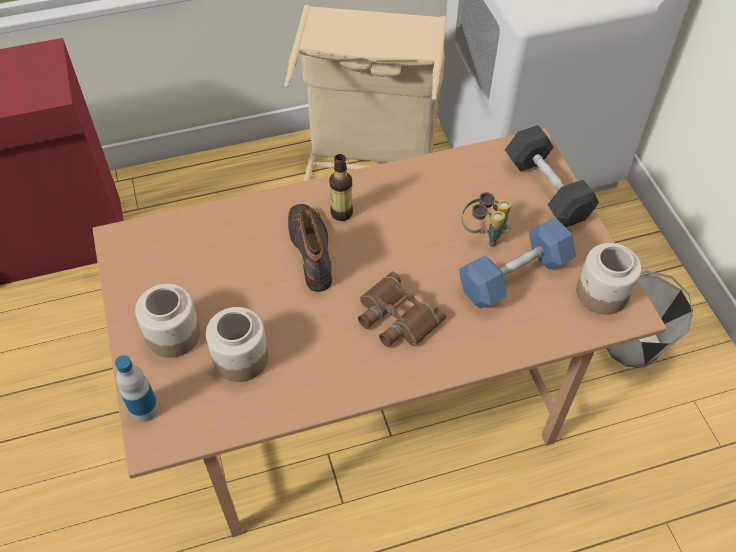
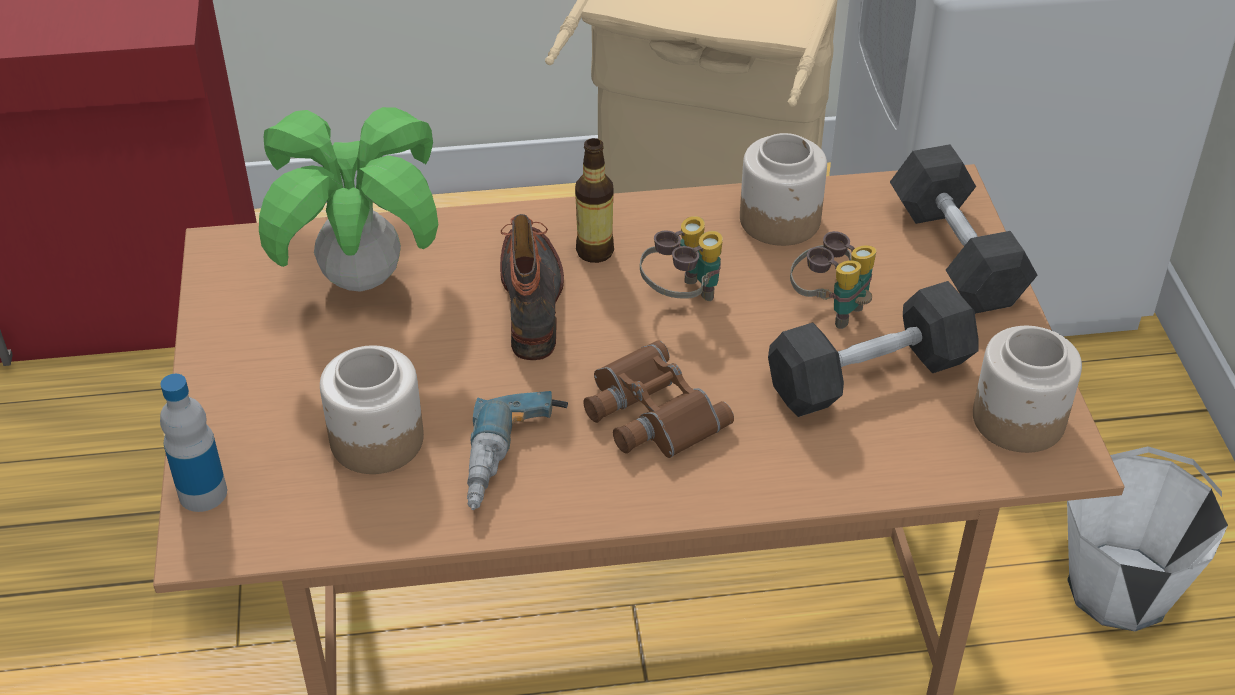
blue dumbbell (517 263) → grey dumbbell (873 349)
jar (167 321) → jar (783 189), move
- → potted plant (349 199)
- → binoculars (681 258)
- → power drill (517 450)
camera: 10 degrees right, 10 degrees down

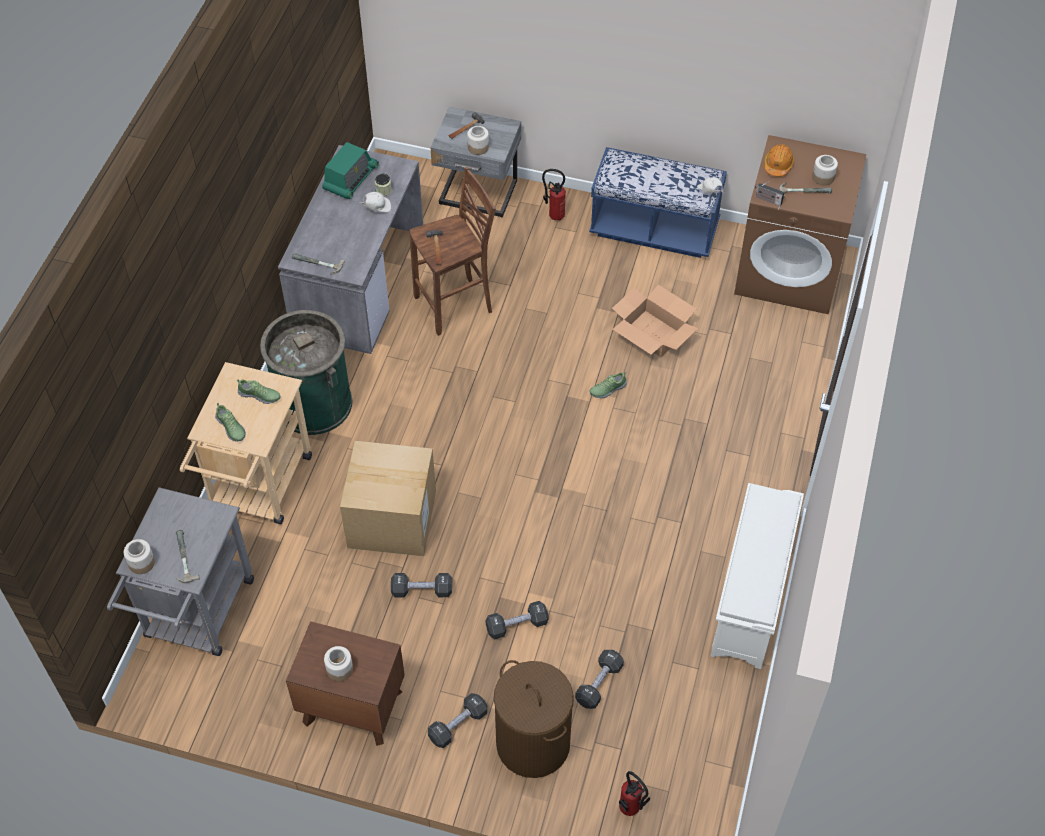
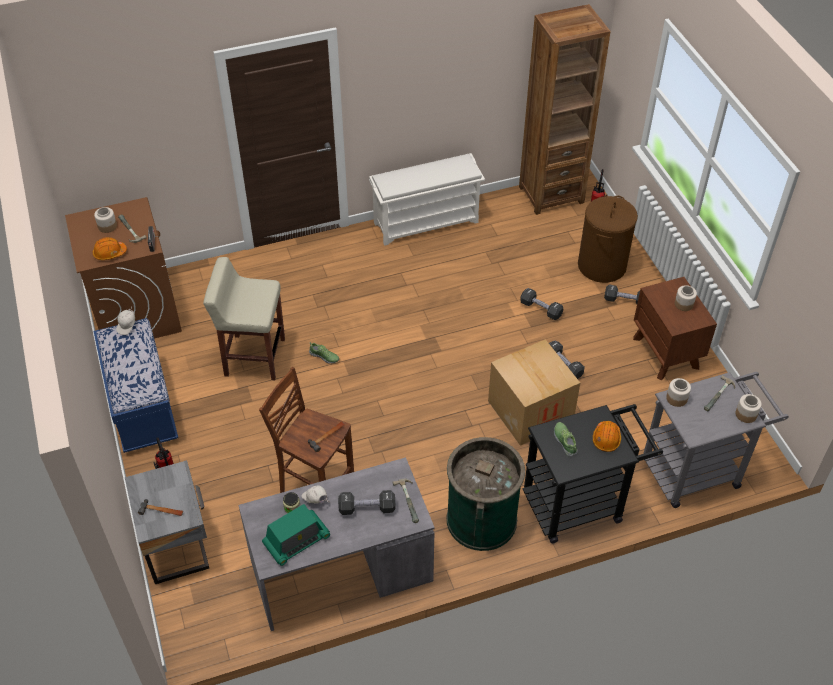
jar (478 140) → jar (678 392), move
radio (350 170) → radio (296 535), 150 degrees clockwise
cardboard box (655 321) → beige stool (244 318)
beige cart (246 443) → black cart (593 474)
shoe (230 422) → orange hard hat (607 436)
black dumbbell (599 679) → black dumbbell (367 502), move
- → brown bookcase (565 109)
camera: 125 degrees left, 5 degrees down

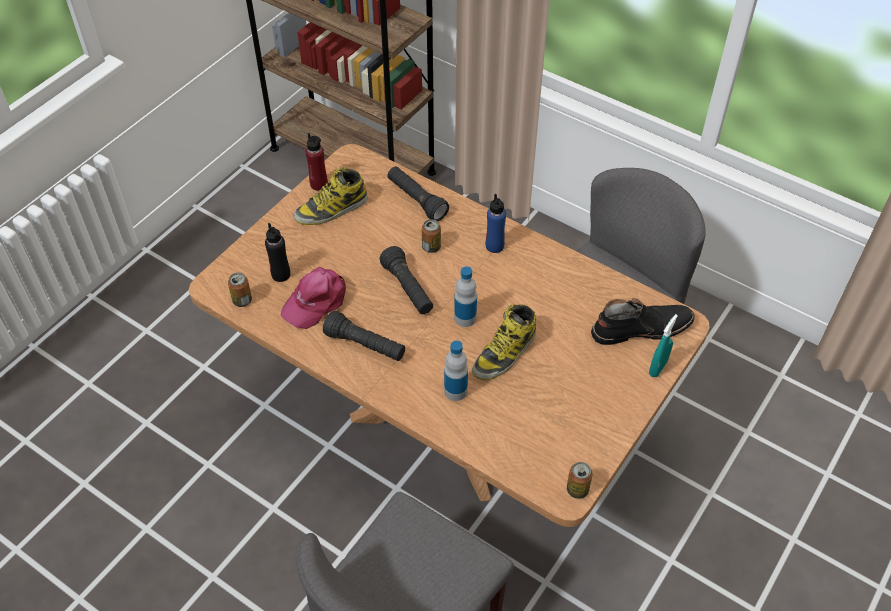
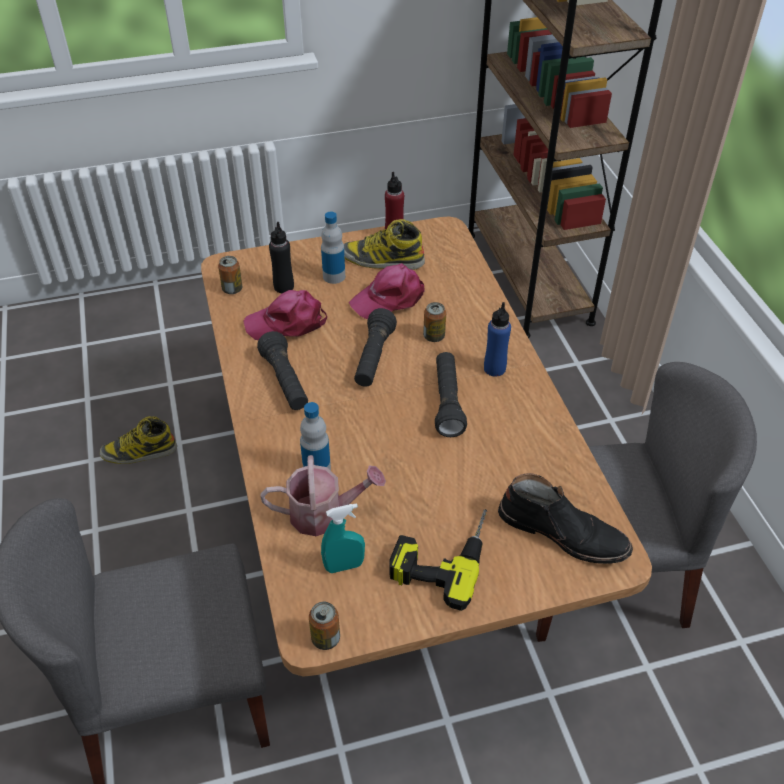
black flashlight (418 193) → black flashlight (451 394), move
bottle (465 296) → bottle (333 247), move
boot (504 342) → boot (138 440), move
turquoise spray bottle (663 345) → turquoise spray bottle (343 538), move
- → pink cap (387 291)
- → watering can (323 495)
- → power drill (438 560)
camera: 40 degrees right, 5 degrees down

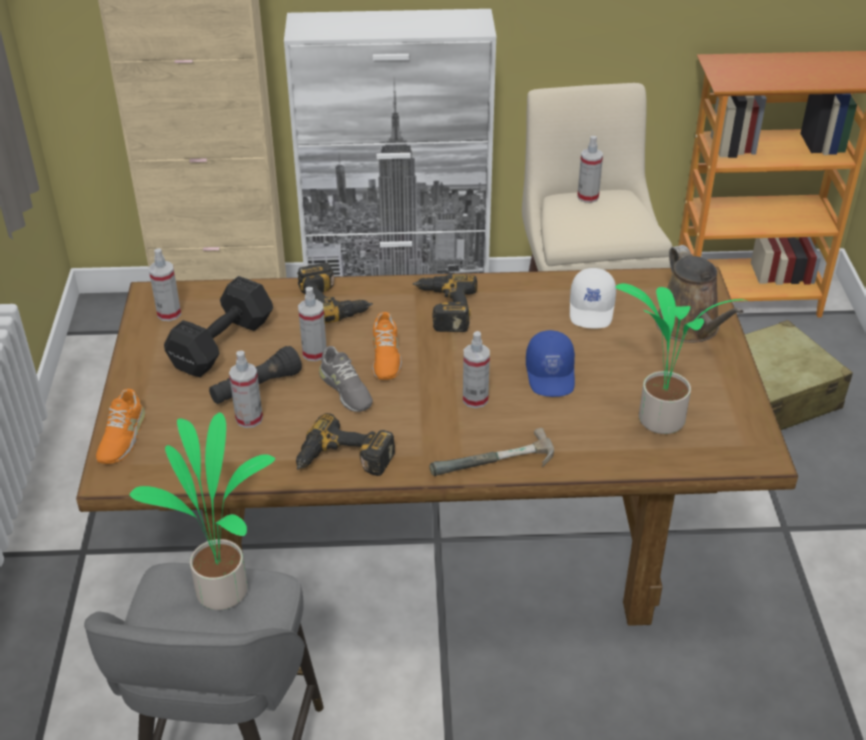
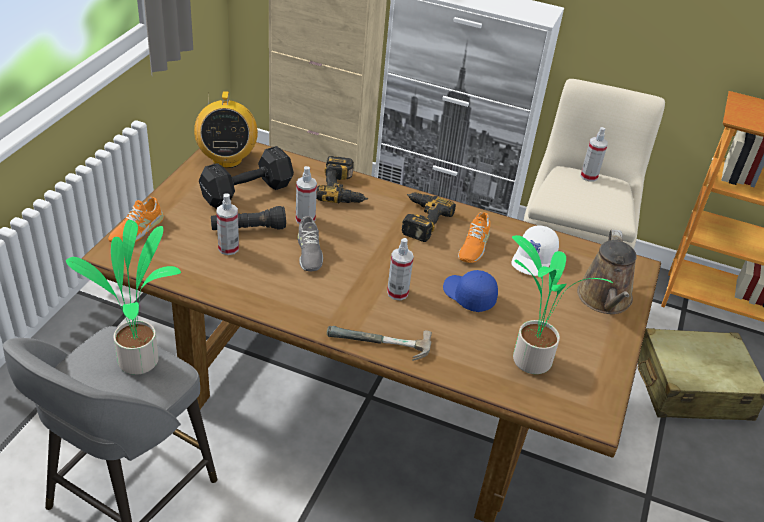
spray bottle (165 284) → radio (226 130)
orange shoe (387 346) → orange shoe (474 237), move
blue cap (550 363) → blue cap (470 291), 120 degrees clockwise
power drill (345 444) → -
camera: 20 degrees right, 0 degrees up

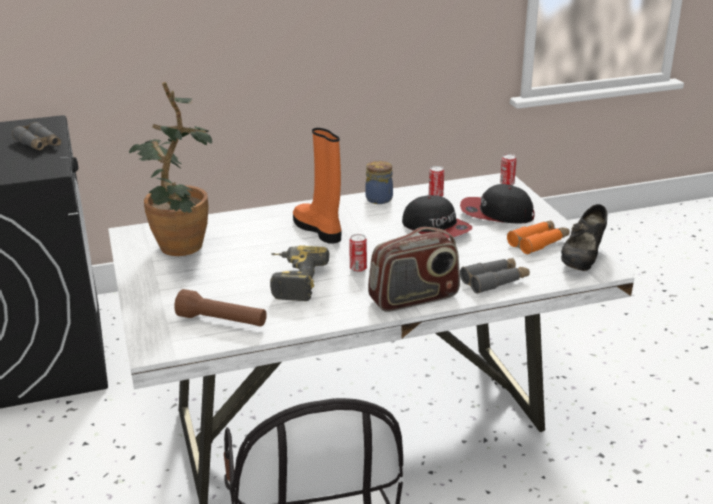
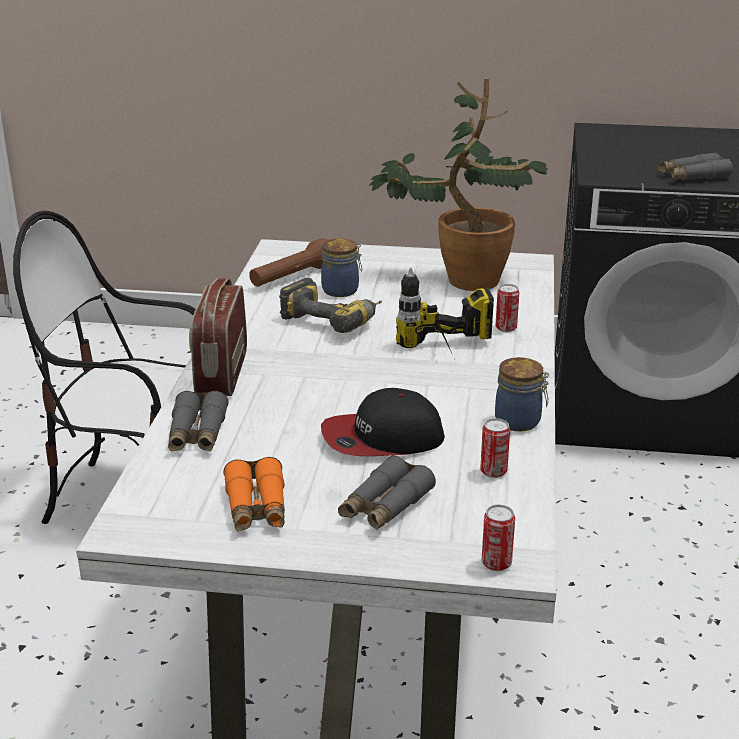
orange boot (317 186) → power drill (445 310)
cap (497 203) → grey binoculars (387 492)
black shoe (584 237) → -
can (358 253) → can (507 308), move
- → jar (341 267)
camera: 115 degrees right, 0 degrees up

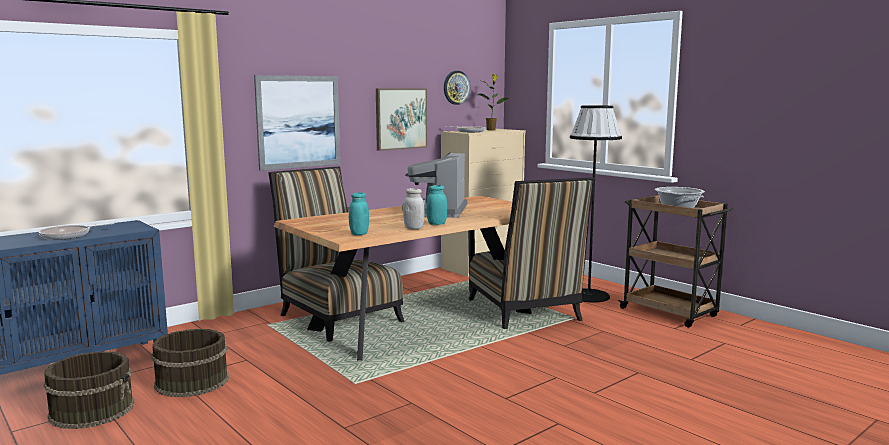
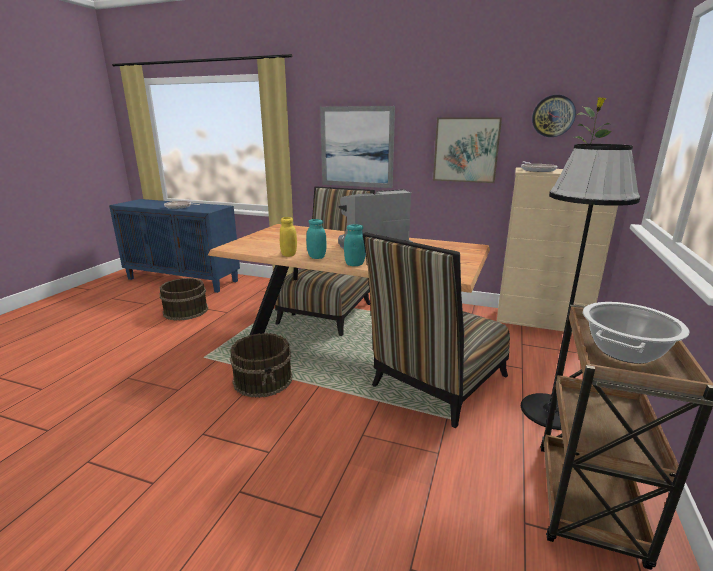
white jar (413 209) → yellow jar (288 237)
turquoise jar (359 213) → turquoise jar (355 245), move
brown bucket (89 390) → brown bucket (261 365), move
camera: 60 degrees right, 10 degrees up

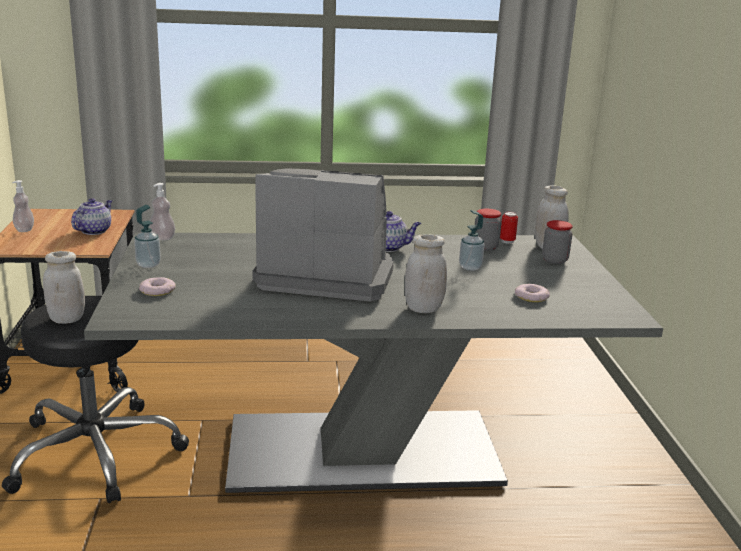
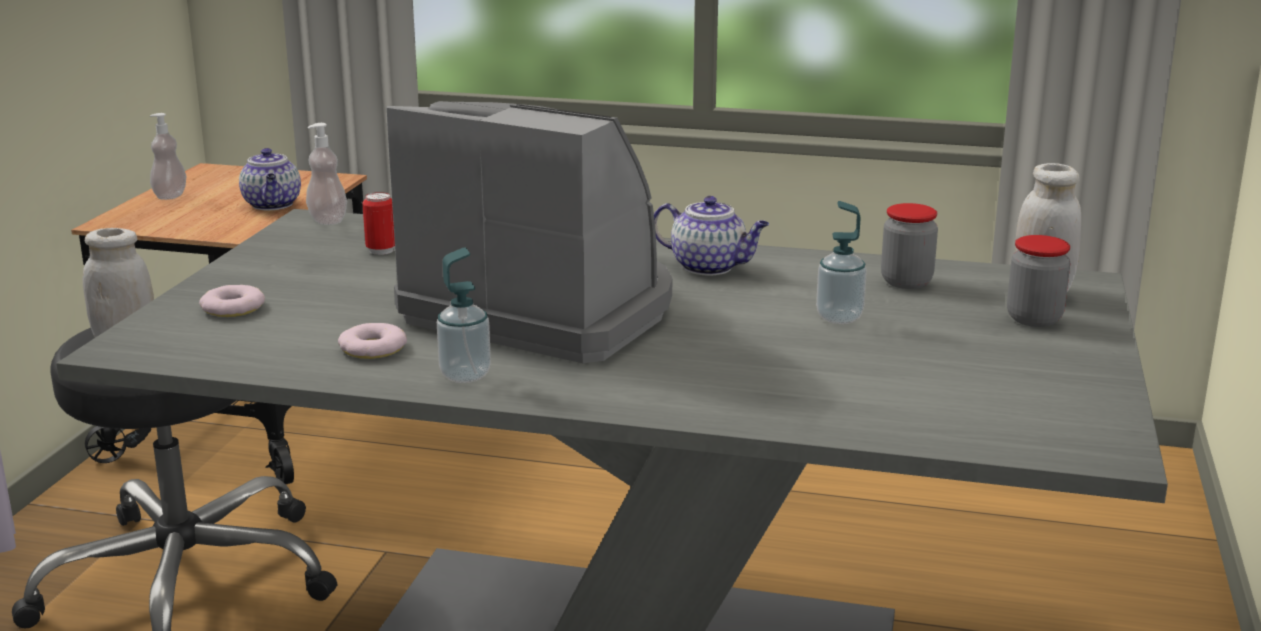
teapot (91 216) → teapot (270 179), 120 degrees clockwise
soap dispenser (147 236) → soap dispenser (464 315), move
can (509 228) → can (378 223), move
white jar (426 273) → -
donut (532 293) → donut (372 341), move
camera: 20 degrees right, 0 degrees up

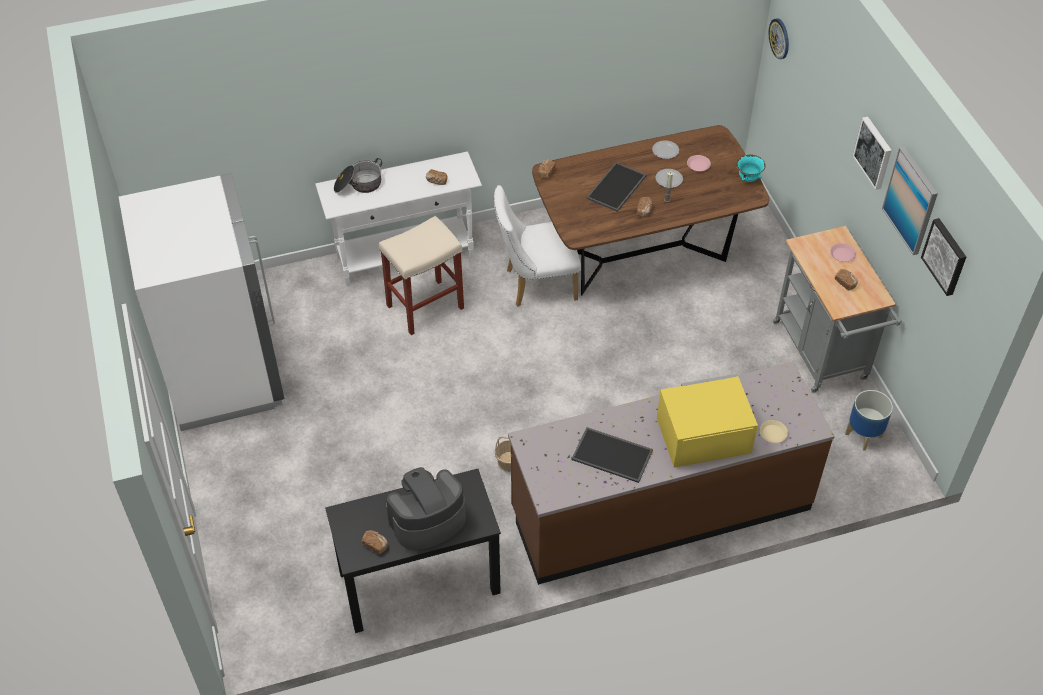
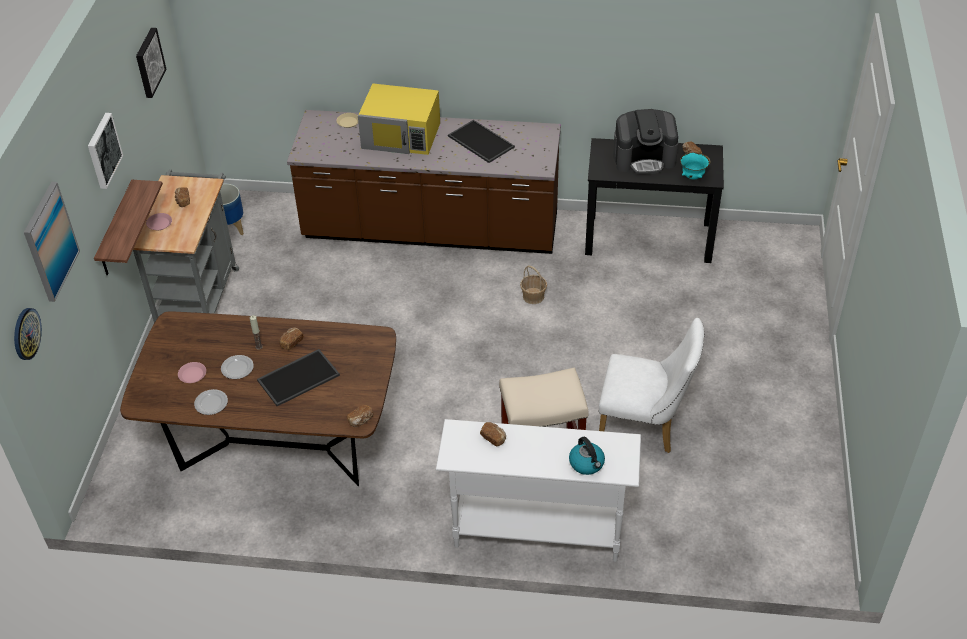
picture (910 201) → picture (52 242), move
turquoise bowl (751 168) → turquoise bowl (695 165), move
cooking pot (358 175) → kettle (587 456)
white fridge (202 302) → -
white chair (537 246) → white chair (651 385), move
- → shelf (128 227)
camera: 155 degrees left, 5 degrees down

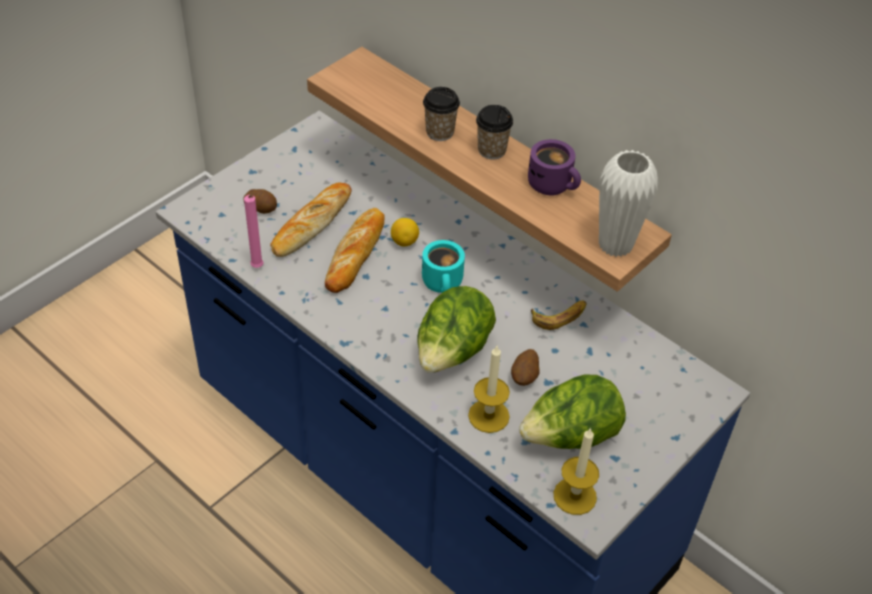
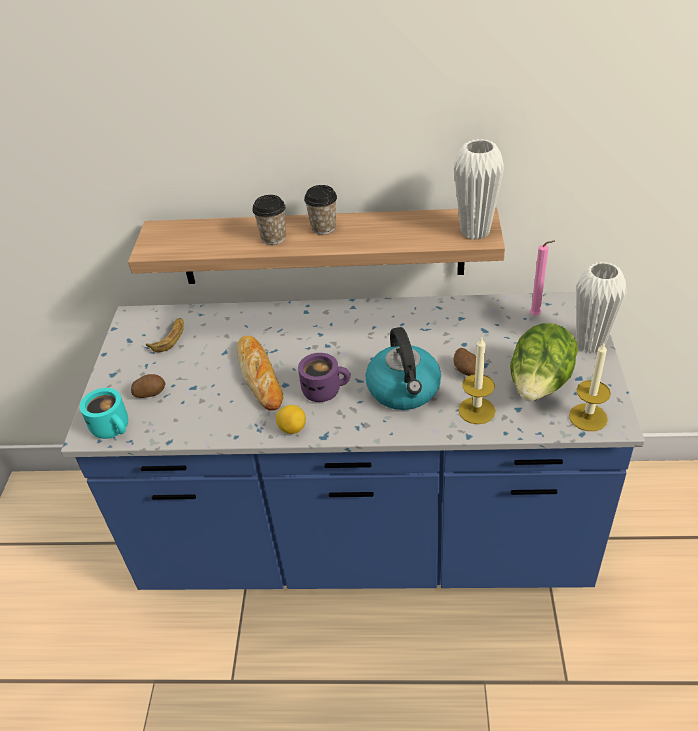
purple mug (554 167) → purple mug (324 377), move
bread (311 219) → -
pink candle (253 231) → pink candle (542 278), move
lemon (405 232) → lemon (291 419), move
turquoise mug (443 266) → turquoise mug (104 413), move
lettuce (457 329) → kettle (403 368)
banana (559 315) → banana (165 335), move
- → white vase (601 307)
camera: 35 degrees left, 5 degrees down

